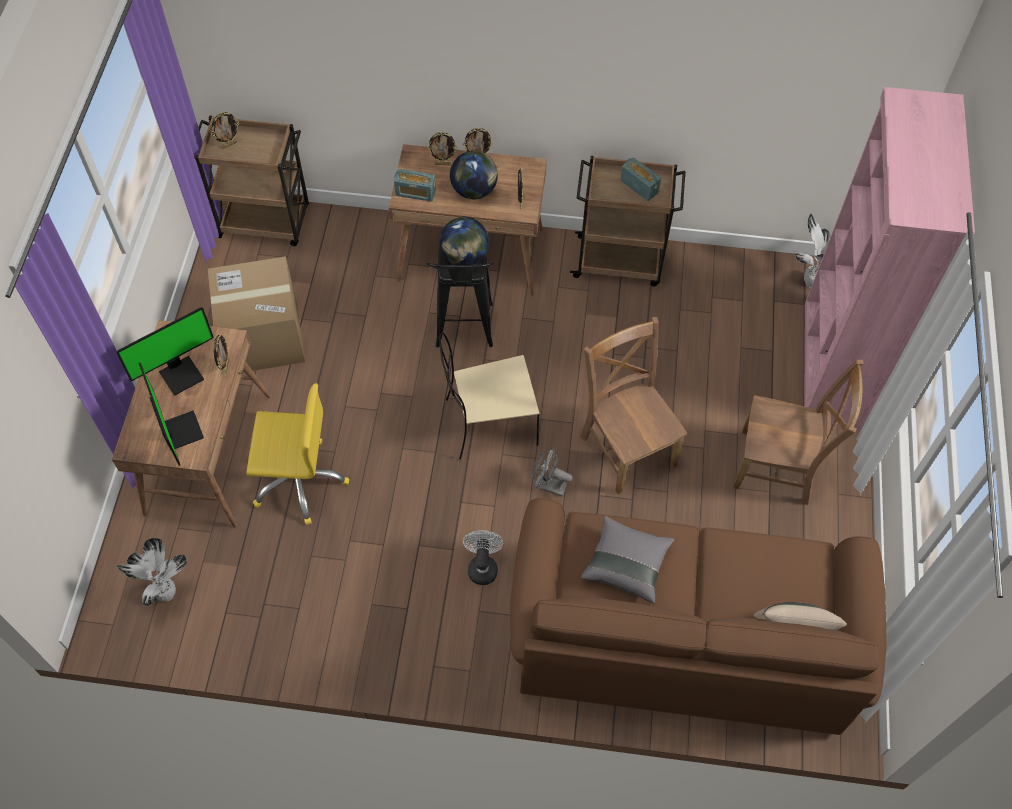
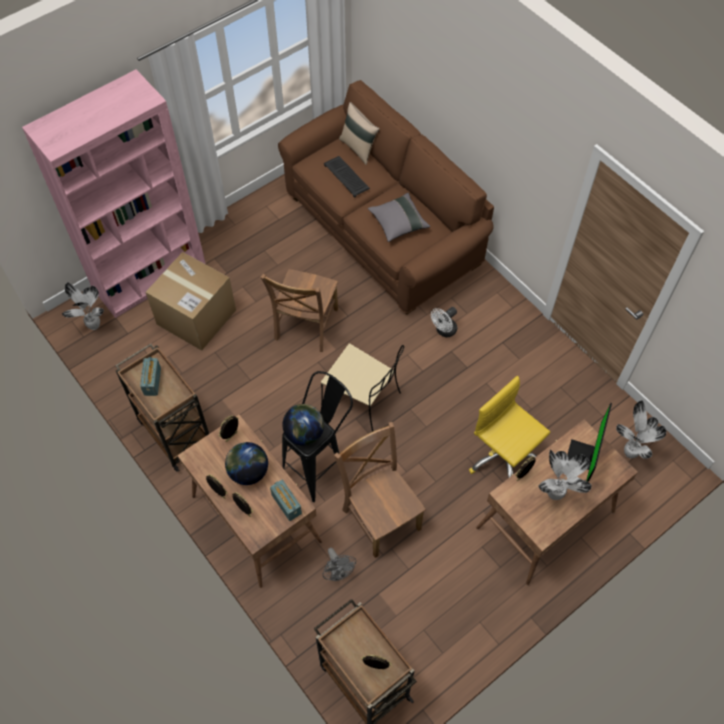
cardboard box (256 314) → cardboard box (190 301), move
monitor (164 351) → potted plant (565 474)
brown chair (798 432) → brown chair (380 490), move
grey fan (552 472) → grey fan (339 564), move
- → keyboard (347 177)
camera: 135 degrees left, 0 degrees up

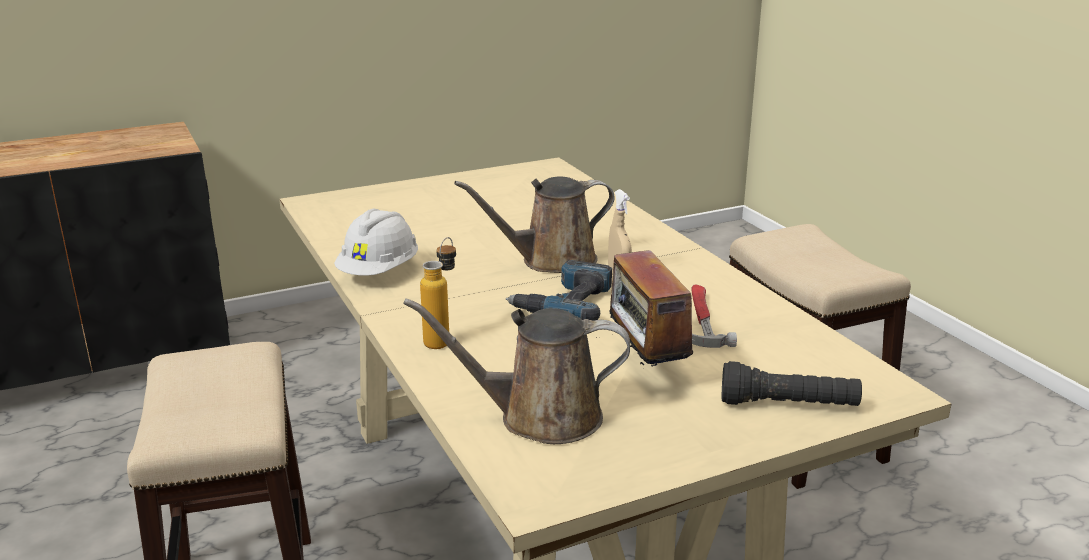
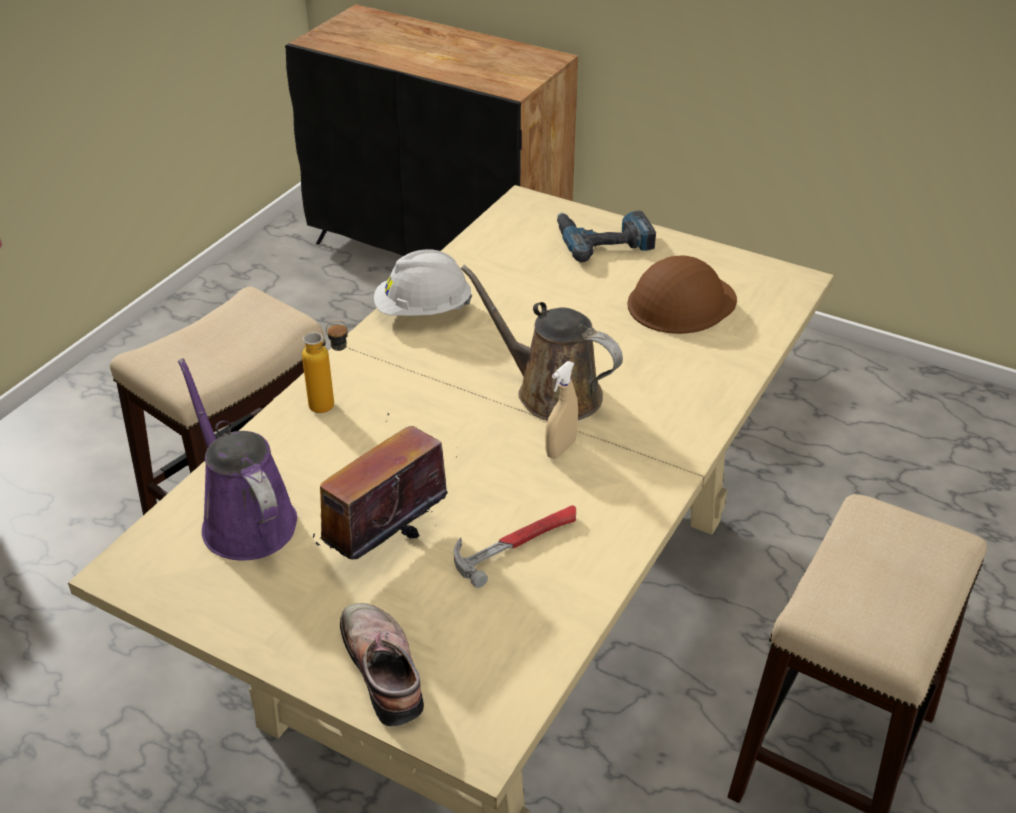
power drill (559 290) → power drill (606 236), move
brown watering can (516 371) → purple watering can (237 459)
black flashlight (792 383) → shoe (382 664)
- → brown hard hat (682 294)
camera: 55 degrees right, 15 degrees up

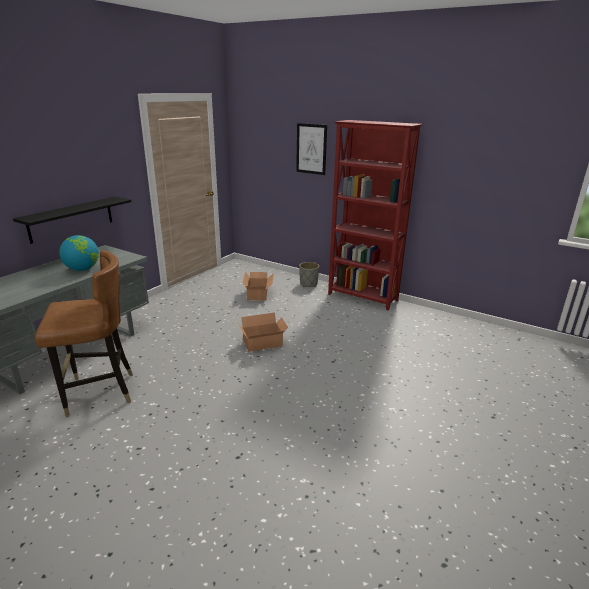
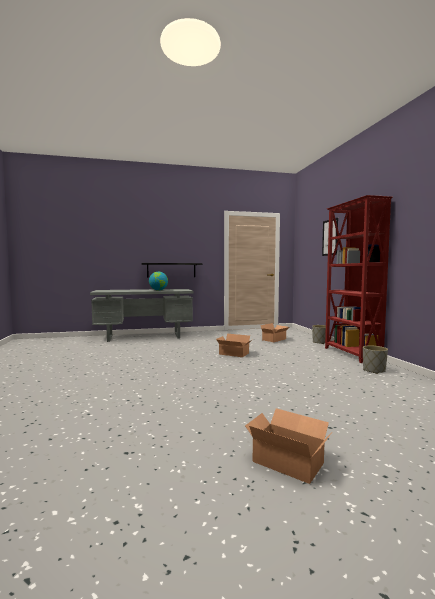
brown chair (84 333) → -
- → grey planter (375 360)
- → cardboard box (288 446)
camera: 45 degrees right, 20 degrees down

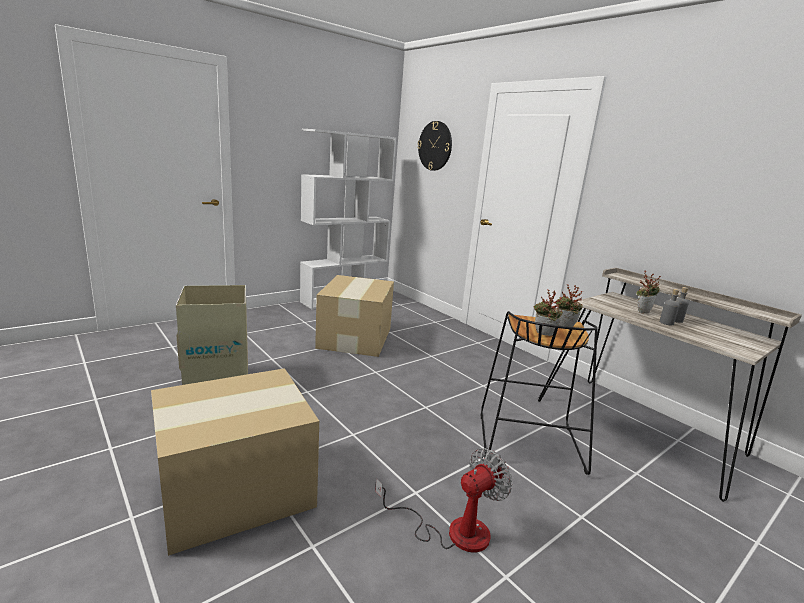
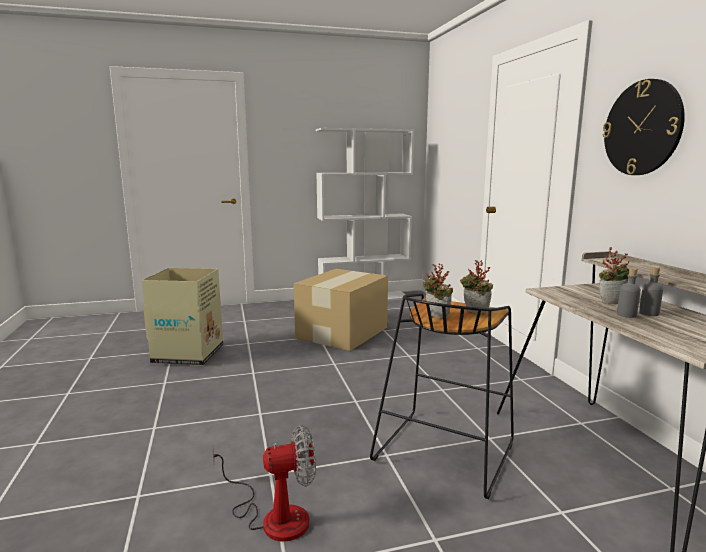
wall clock (434 146) → wall clock (643 127), move
cardboard box (235 462) → -
camera: 25 degrees right, 5 degrees down

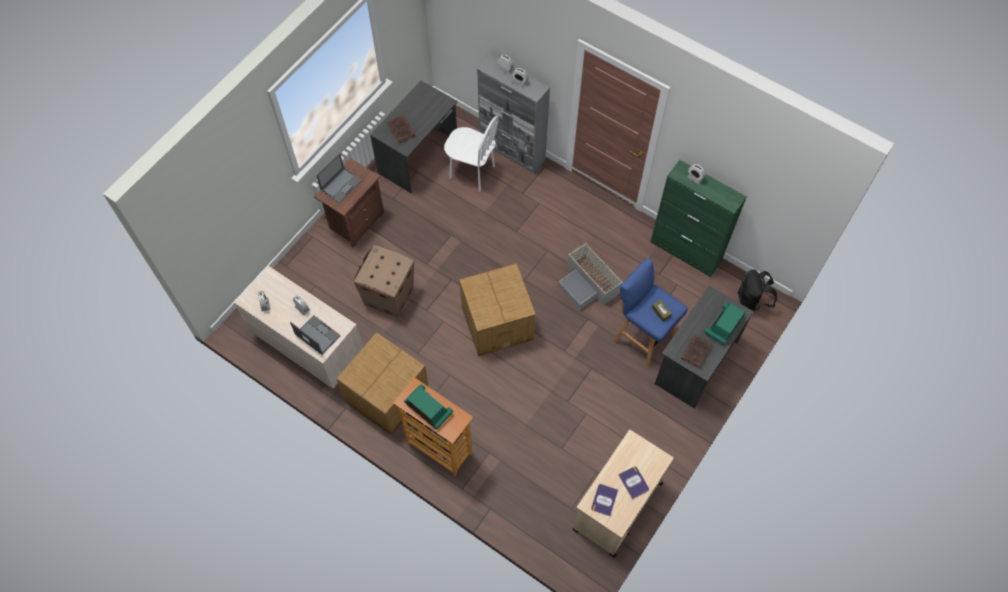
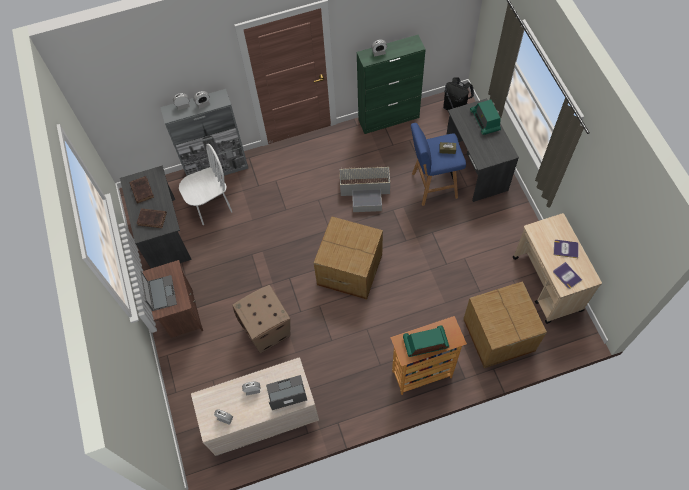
cardboard box (382 383) → cardboard box (505 324), move
brown book (697 351) → brown book (141 189), move
camera: 50 degrees left, 0 degrees up

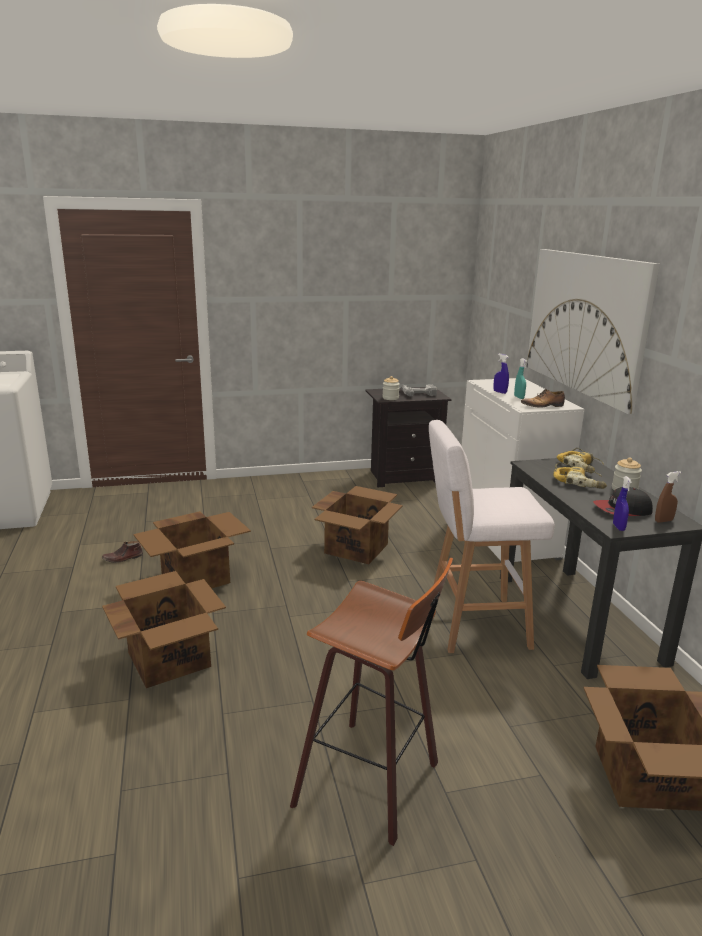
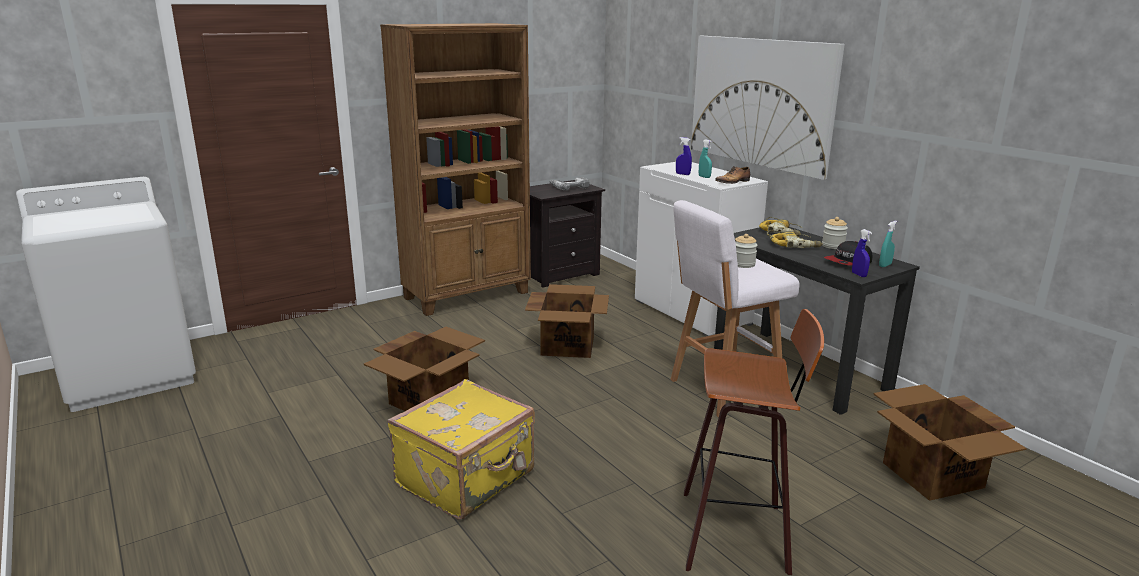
jar (391 388) → jar (746 251), move
brown spray bottle (668 497) → turquoise spray bottle (888 244)
brown shoe (122 552) → -
cardboard box (164 629) → yellow suitcase (461 449)
- → brown bookcase (455 169)
camera: 20 degrees left, 0 degrees up

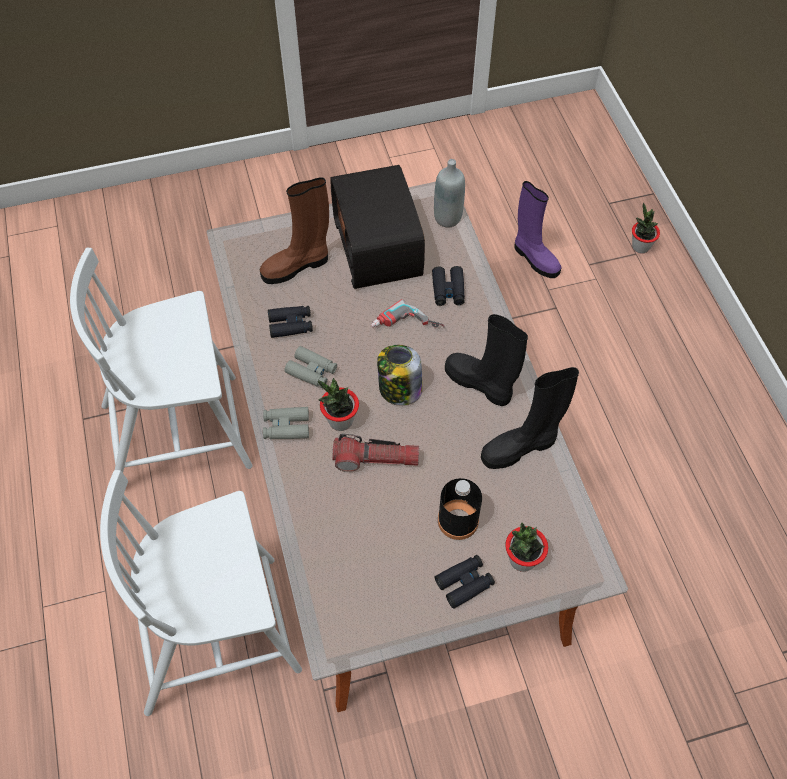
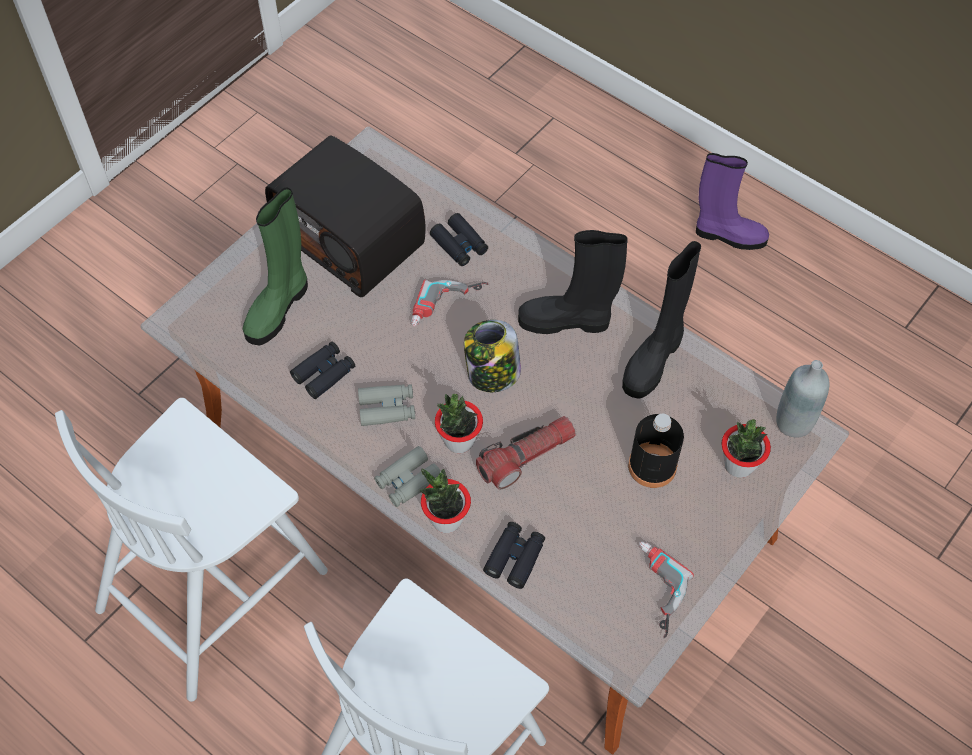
grey bottle (449 193) → grey bottle (802 398), move
brown boot (294 230) → green boot (275 266)
purple boot (537 229) → purple boot (732 201), move
potted plant (646 228) → potted plant (445 501), move
black binoculars (465 582) → black binoculars (514 555), move
- → power drill (666 590)
camera: 35 degrees left, 0 degrees up

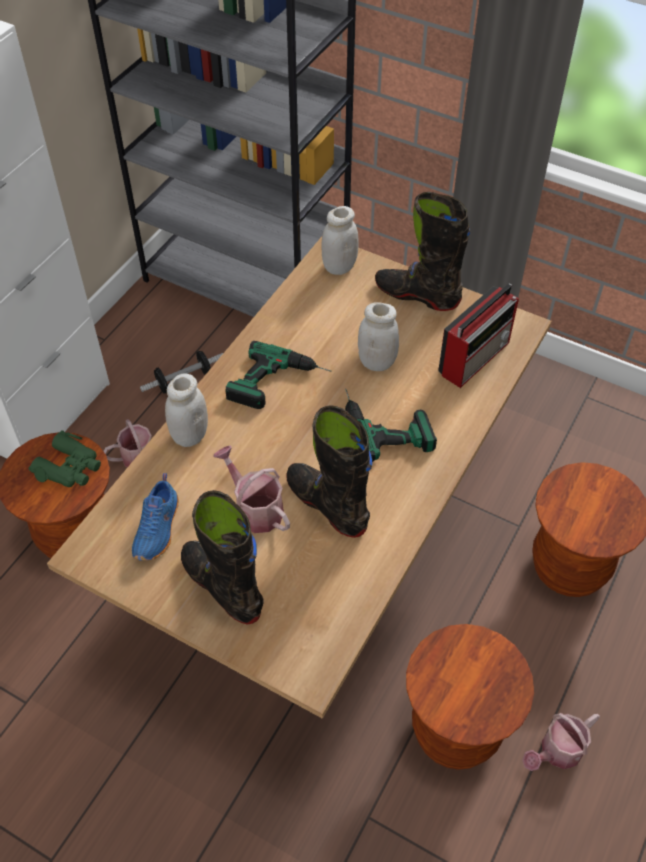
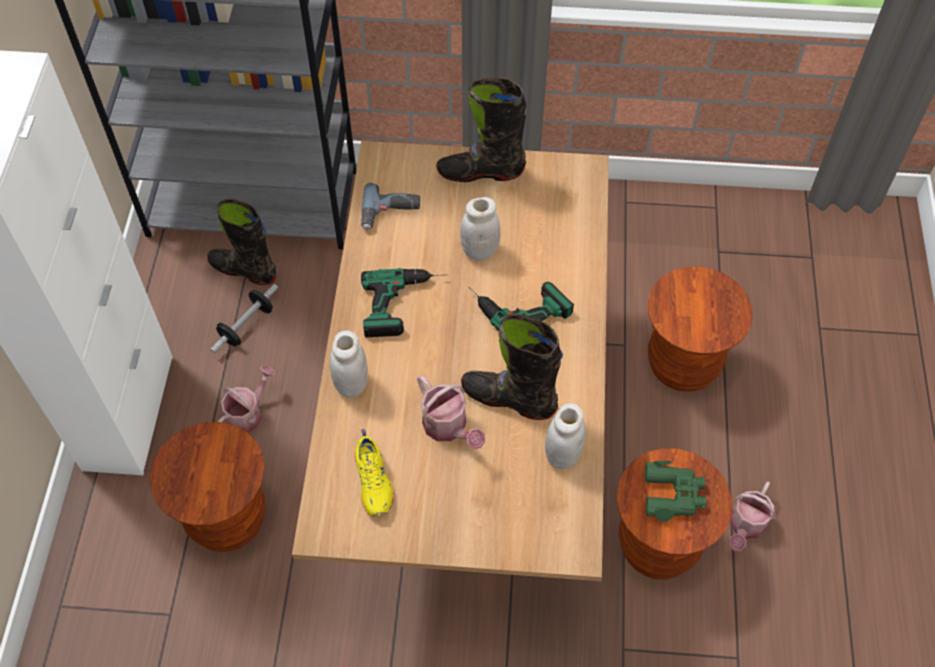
white jar (340 240) → white jar (565 436), move
radio (478 335) → -
green binoculars (64 458) → green binoculars (675 491), move
watering can (252 489) → watering can (451 412), 150 degrees counterclockwise
blue shoe (155 517) → yellow shoe (374 473)
black boot (222 557) → black boot (241 242), move
- → power drill (390 206)
camera: 25 degrees left, 5 degrees up

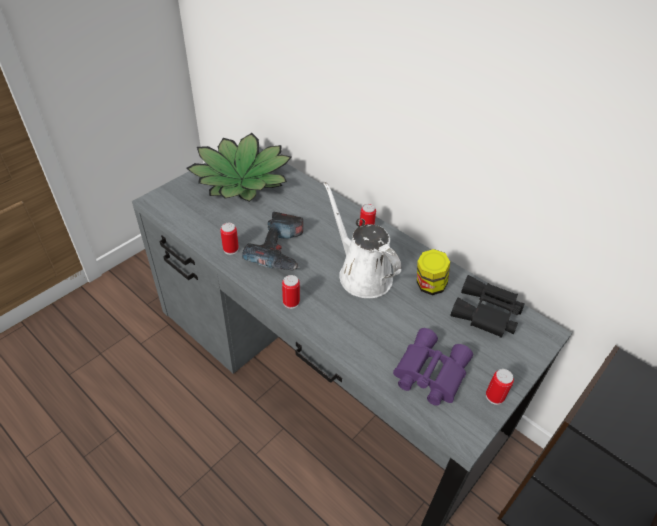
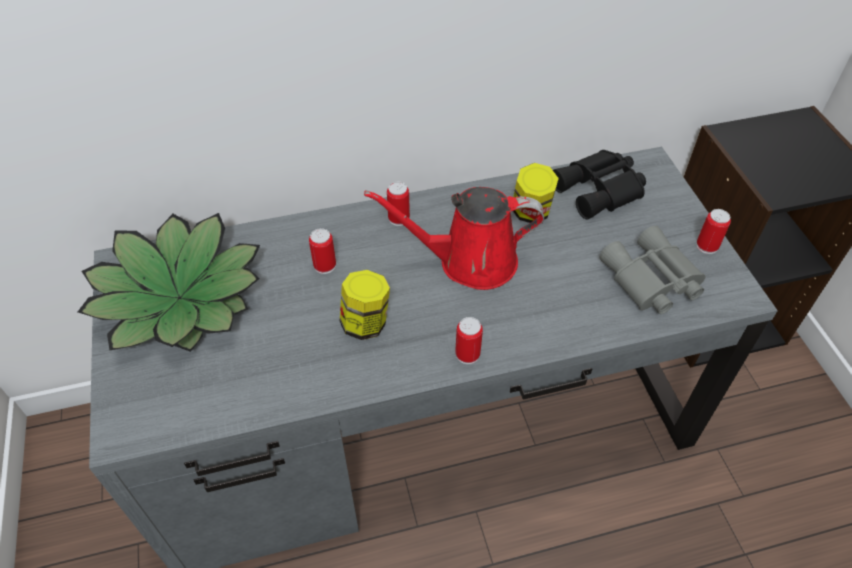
white watering can (362 240) → red watering can (454 238)
power drill (272 241) → jar (365 305)
can (229 239) → can (322 251), move
purple binoculars (433 367) → grey binoculars (652 270)
camera: 55 degrees left, 5 degrees up

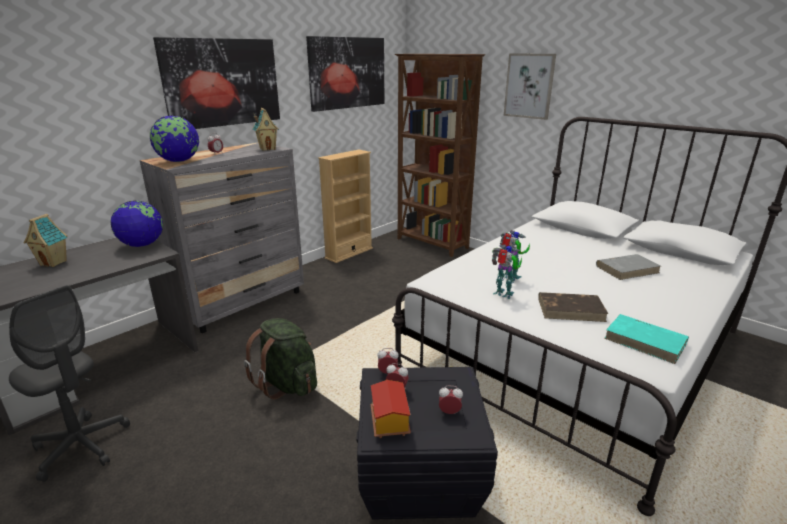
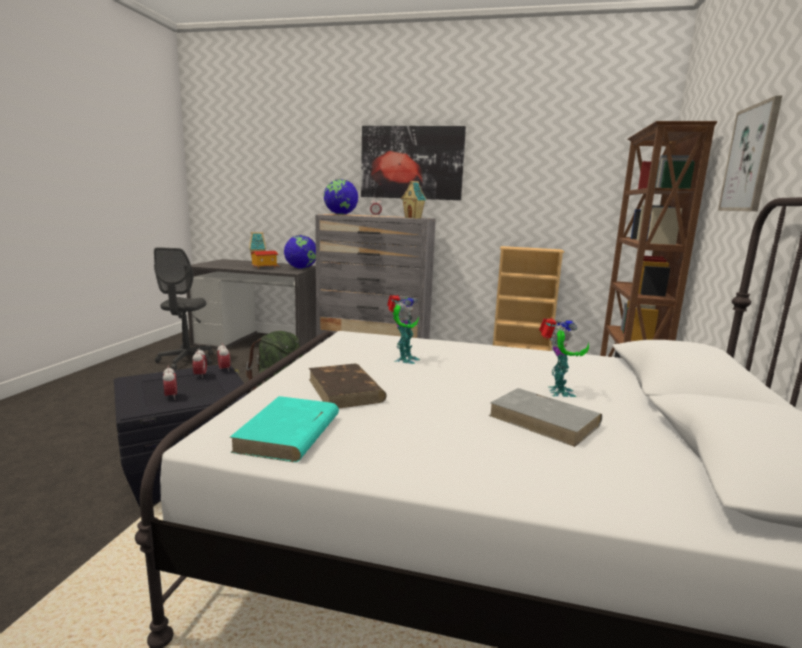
picture (345 74) → -
toy robot (507 272) → toy robot (564 357), move
toy house (391 409) → toy house (265 260), move
camera: 60 degrees right, 10 degrees down

